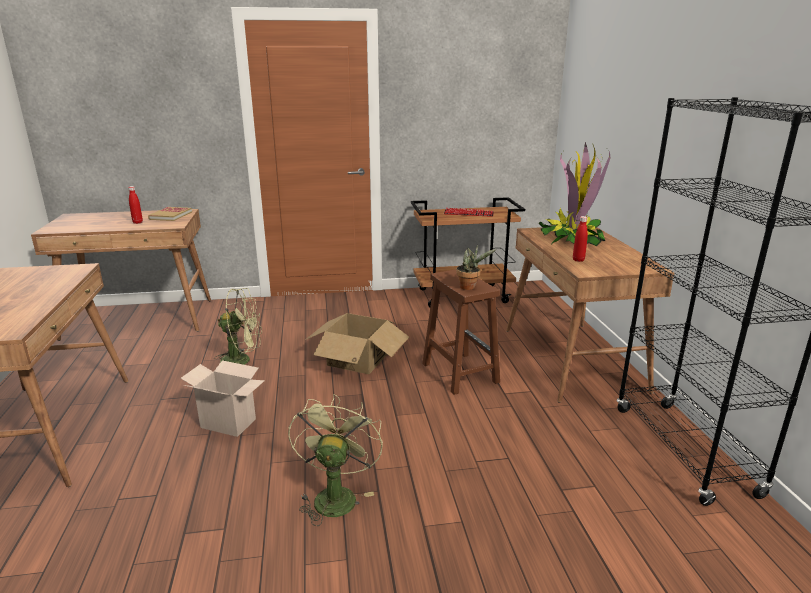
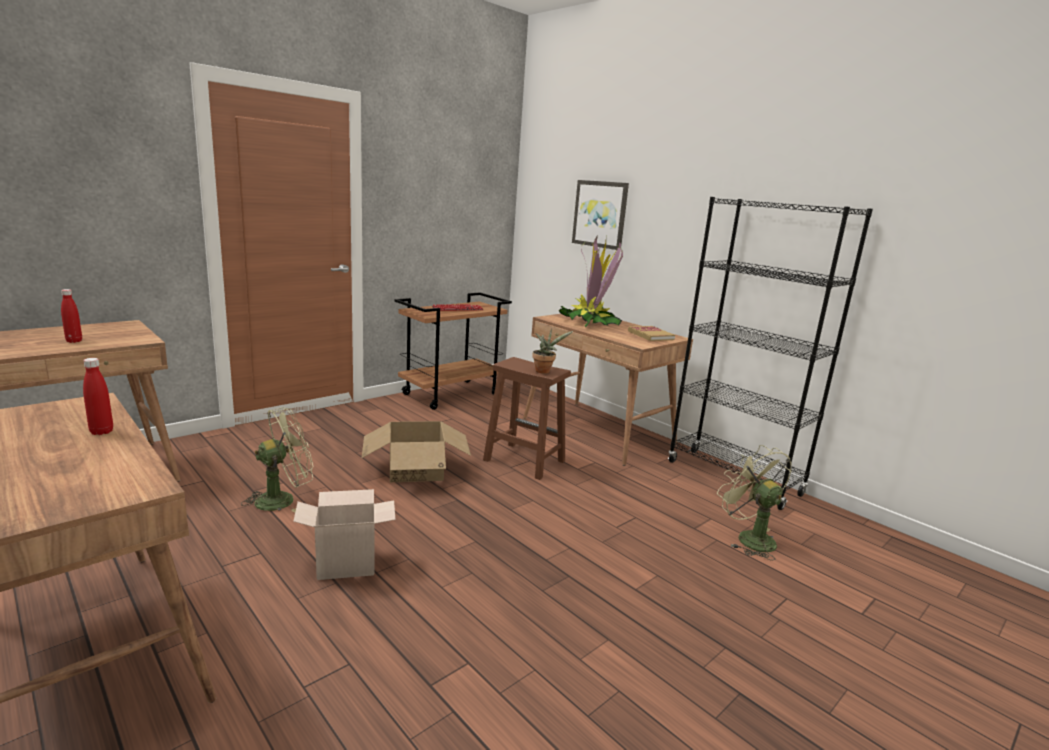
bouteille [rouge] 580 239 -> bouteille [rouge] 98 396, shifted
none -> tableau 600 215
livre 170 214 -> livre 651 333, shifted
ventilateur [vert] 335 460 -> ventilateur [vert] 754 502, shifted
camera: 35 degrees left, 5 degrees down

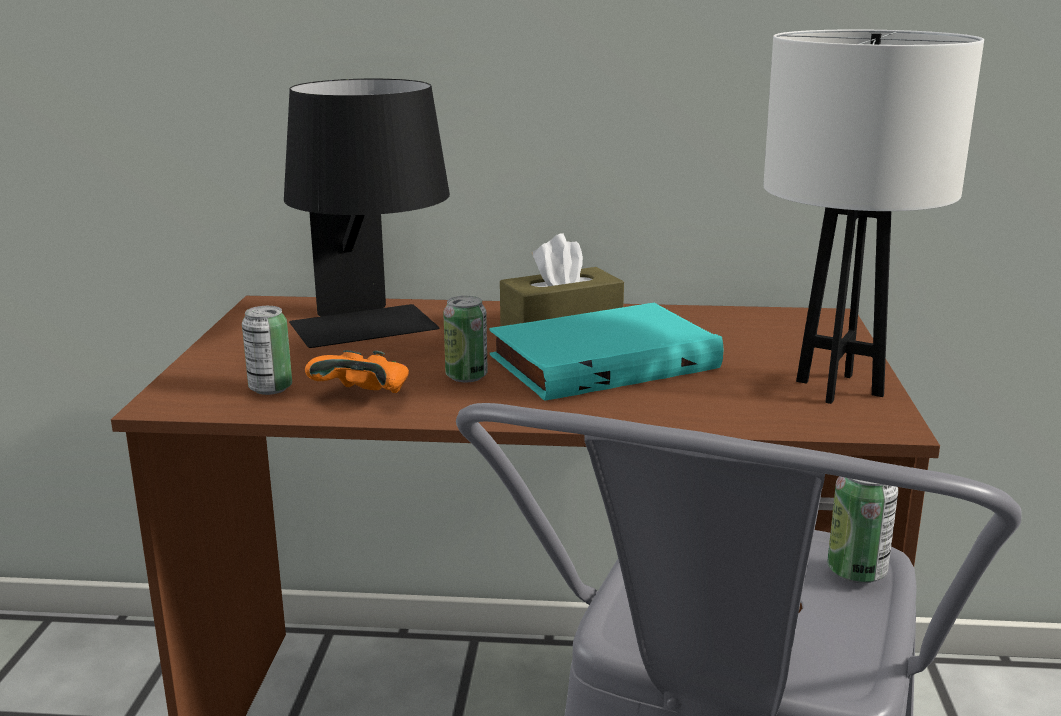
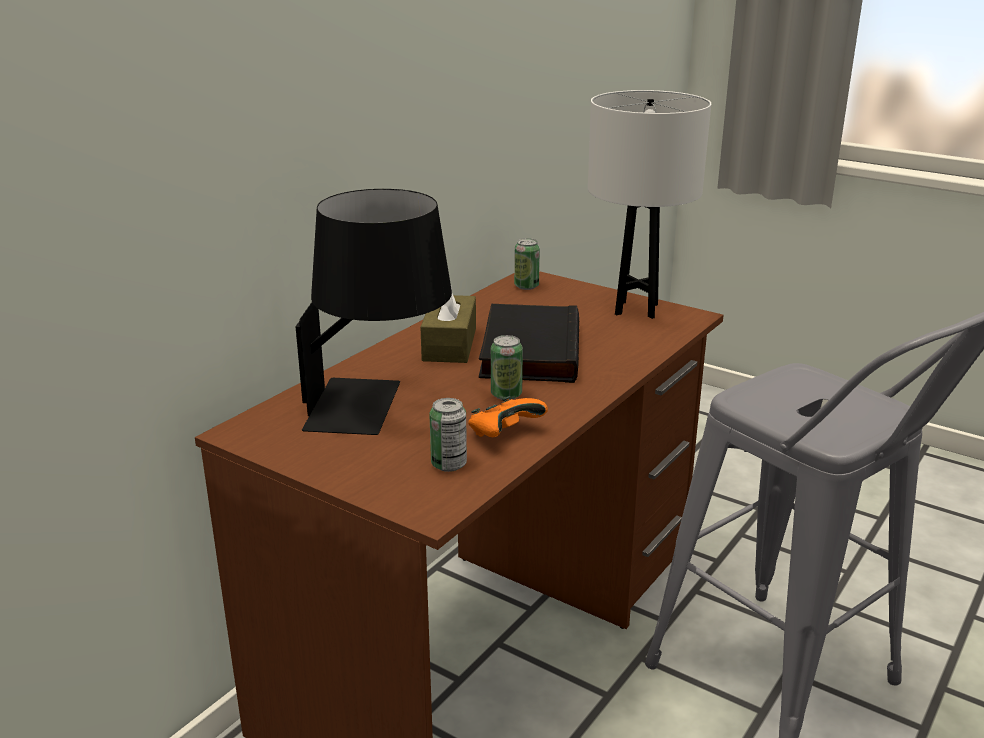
livre [turquoise] 606 352 -> livre [noir] 529 343
boîte métallique 862 530 -> boîte métallique 527 264, shifted
camera: 60 degrees left, 5 degrees up

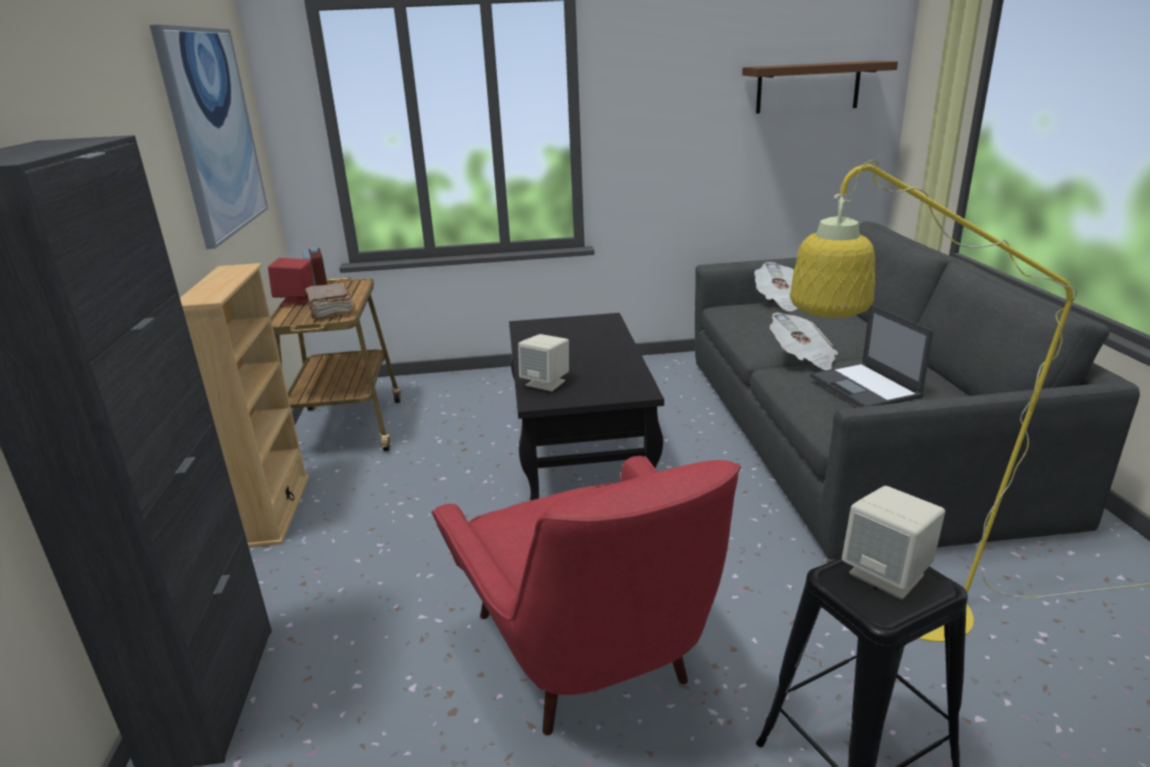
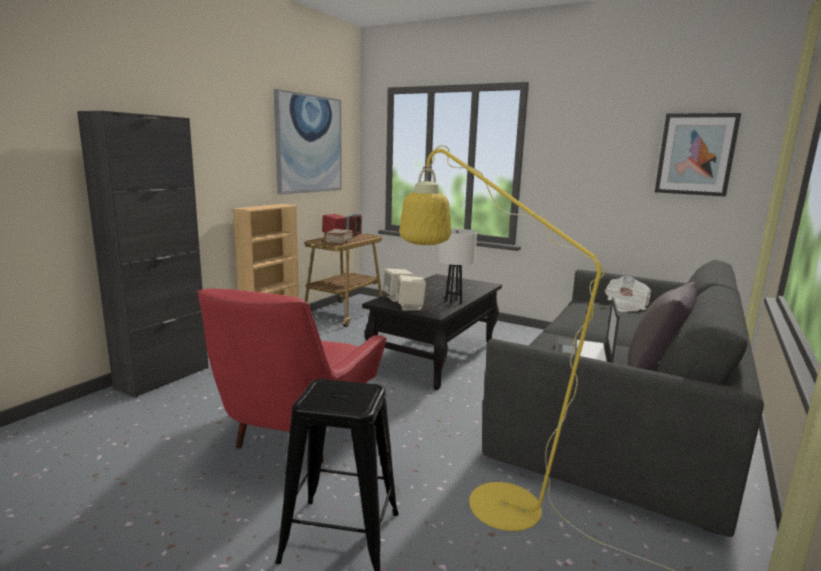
enceinte [beige] 893 542 -> enceinte [beige] 411 293, shifted
none -> lampe de table [blanc] 457 266
none -> coussin [gris] 663 325
étagère [marron] 820 87 -> tableau 698 154
journal 804 341 -> none
camera: 35 degrees right, 10 degrees down

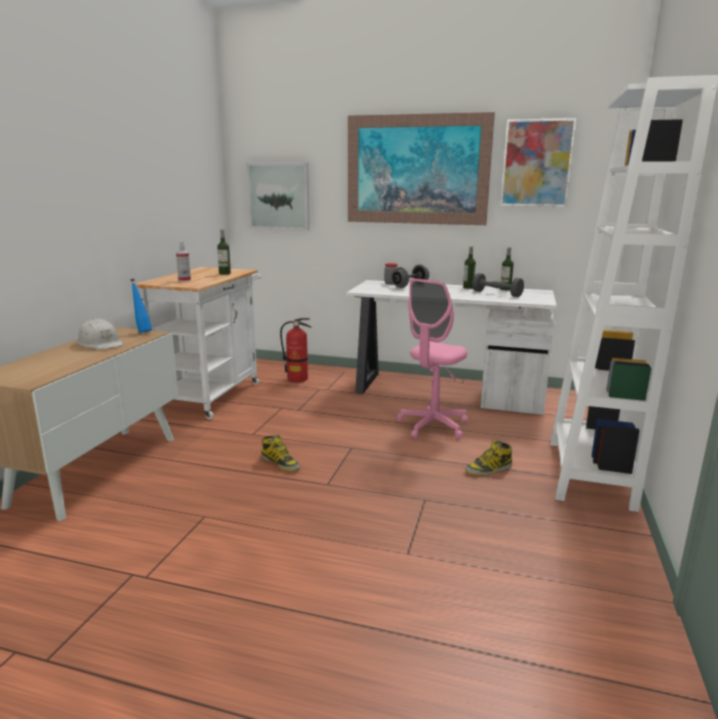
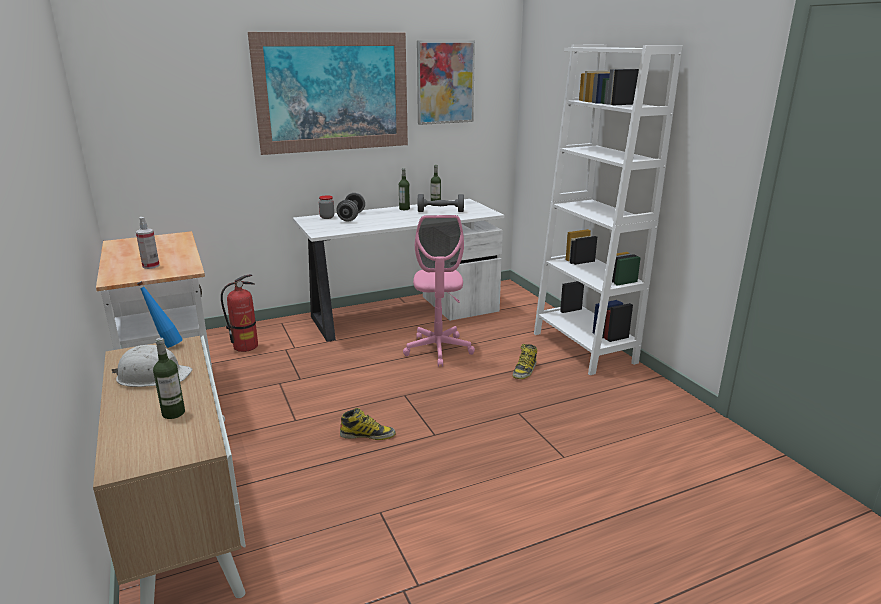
bouteille 224 252 -> bouteille 169 378, shifted
tableau 278 197 -> none
camera: 40 degrees left, 5 degrees up

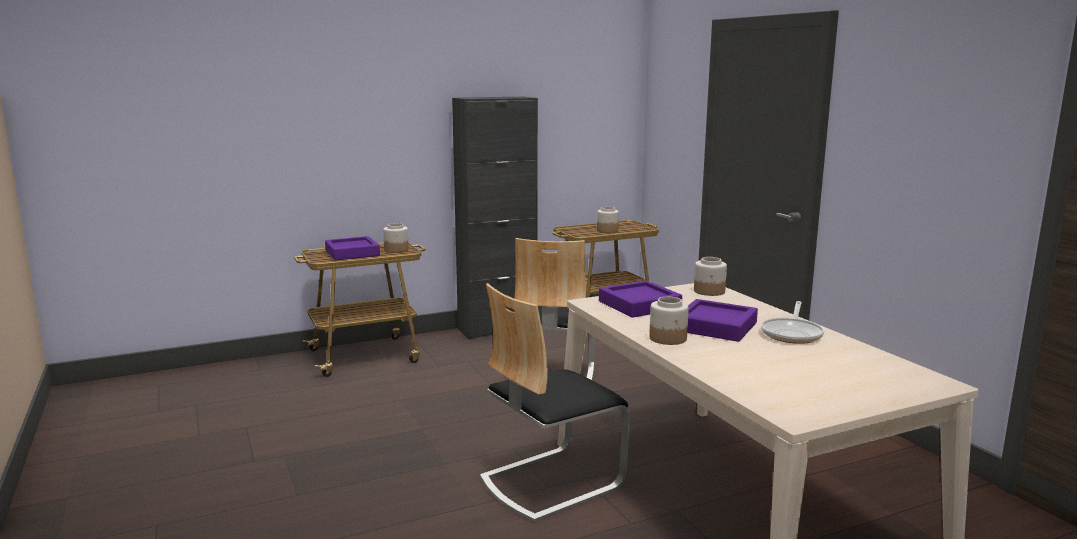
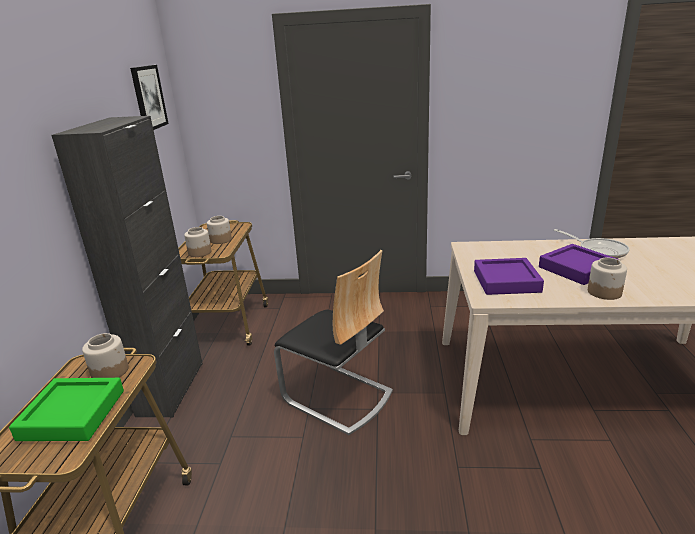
plateau [violet] 352 248 -> plateau [vert] 66 409
none -> tableau 149 97
bocal 710 276 -> bocal 197 242, shifted
chaise 555 402 -> none
camera: 60 degrees left, 10 degrees up

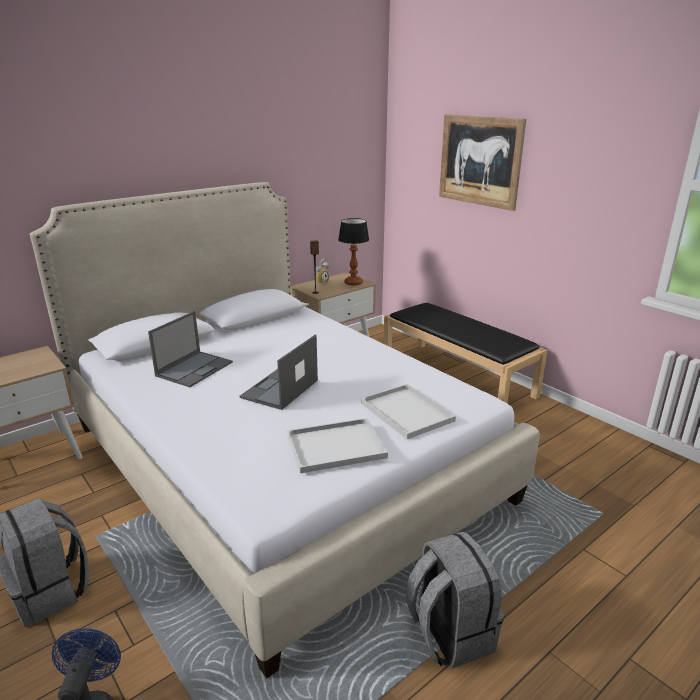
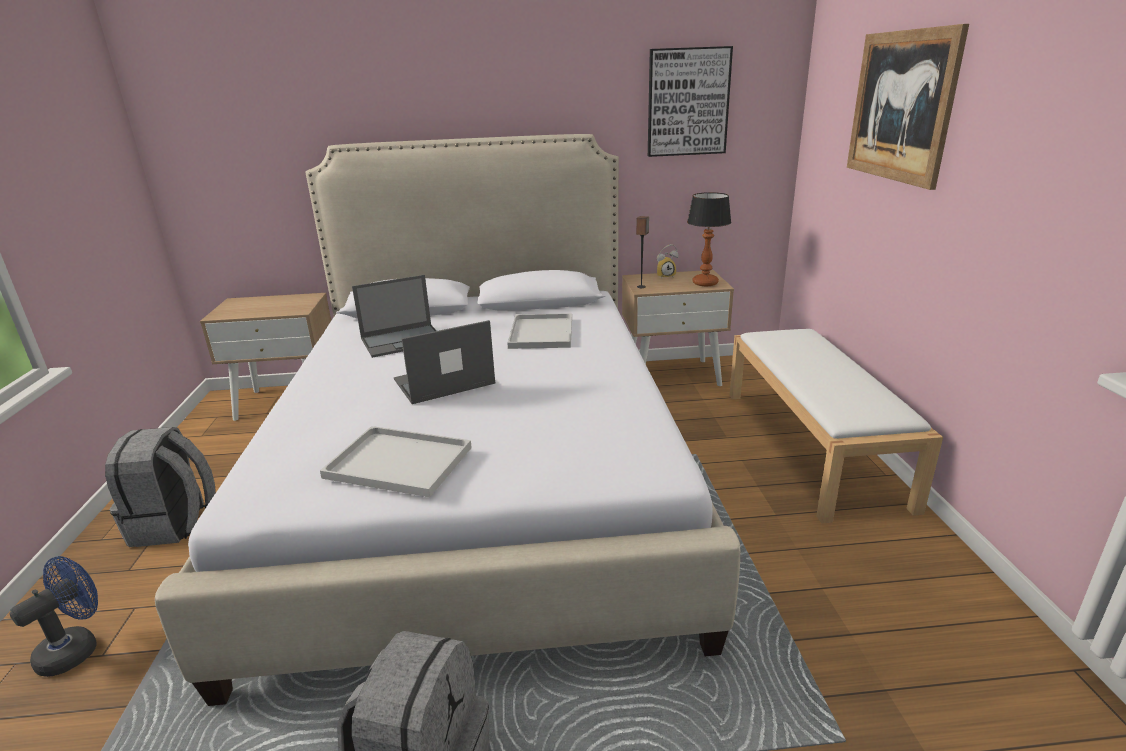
plateau [blanc] 408 411 -> plateau [blanc] 539 331, shifted
none -> tableau 690 101
banc [noir] 465 353 -> banc [blanc] 836 426
camera: 35 degrees right, 0 degrees up

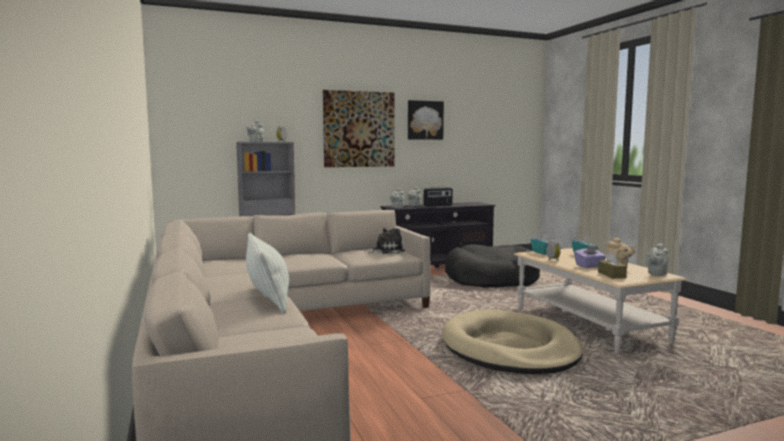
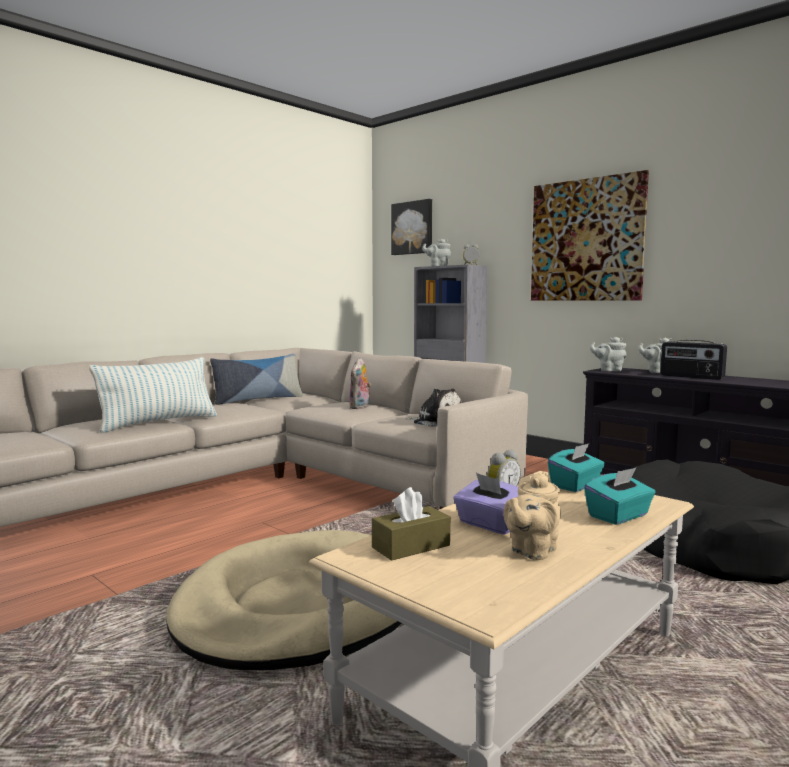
none -> coussin 256 379
none -> peluche 360 383
tableau 426 120 -> tableau 411 227, shifted
théière [gris] 657 260 -> none
camera: 65 degrees right, 0 degrees up

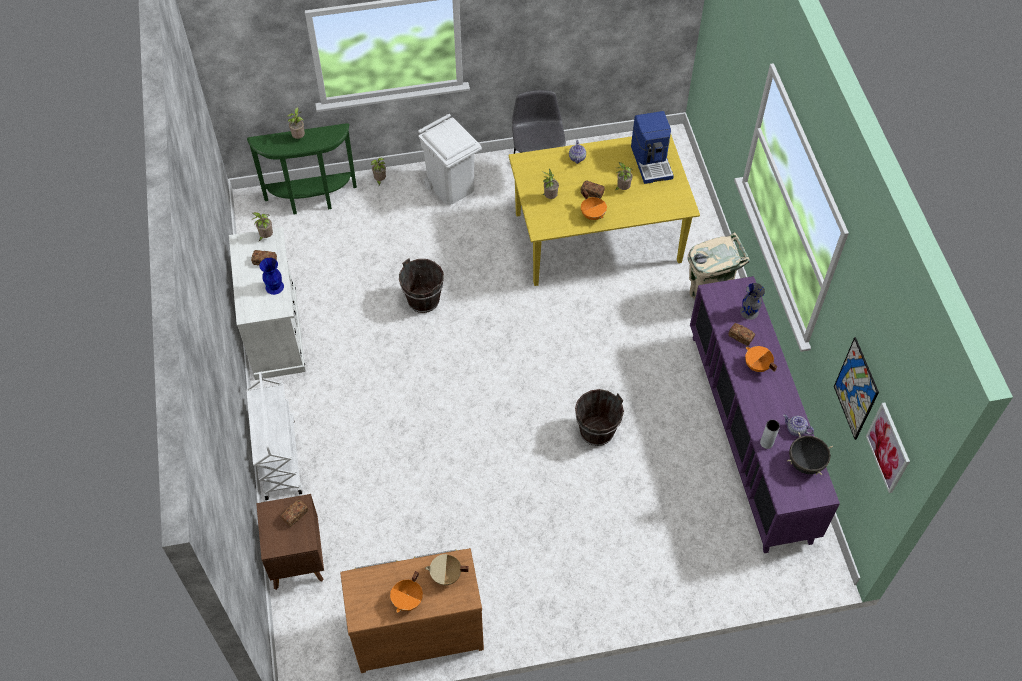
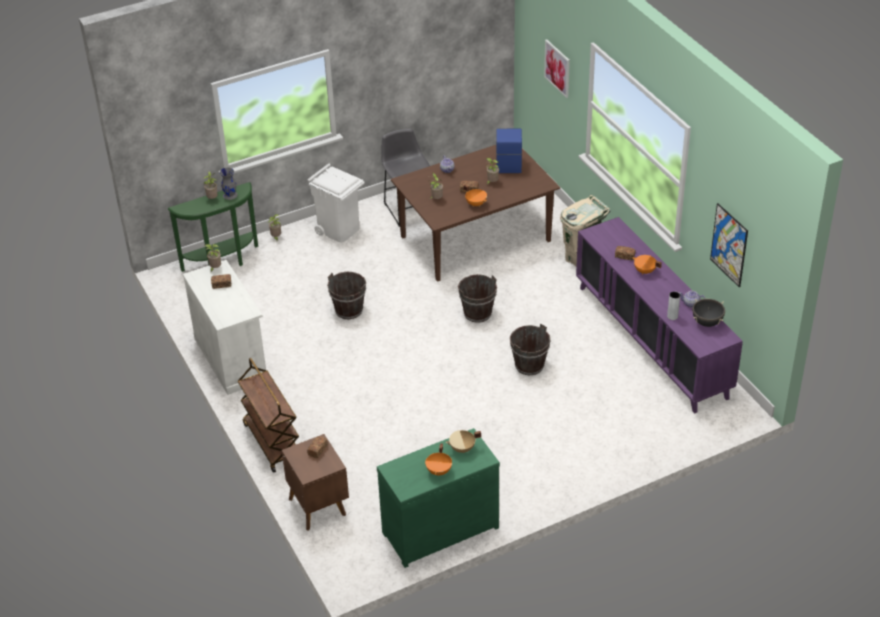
vase [gris] 752 301 -> vase [gris] 229 184, shifted
chariot [blanc] 274 436 -> chariot [marron] 268 415
commode [marron] 412 610 -> commode [vert] 438 498
table à manger [jaune] 604 210 -> table à manger [marron] 475 213
none -> seau [marron] 477 298
machine à café 652 147 -> machine à café 509 151, 150 degrees counterclockwise
tableau 888 448 -> tableau 557 69, shifted
vase [bleu] 271 276 -> none
camera: 15 degrees left, 15 degrees down

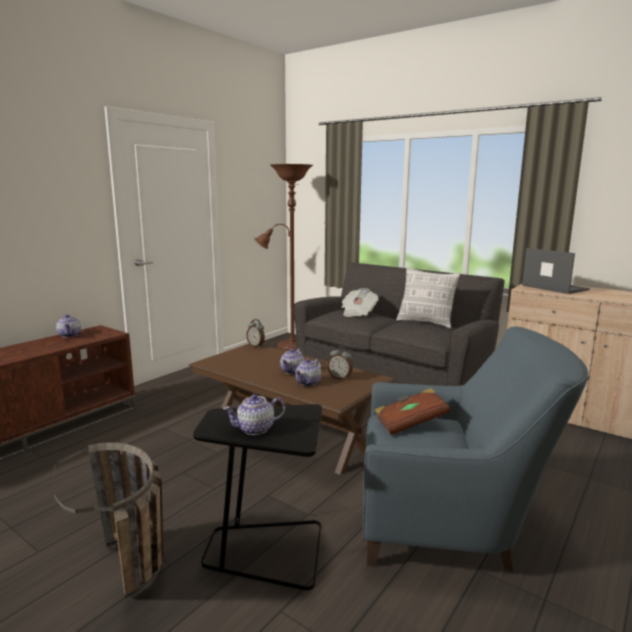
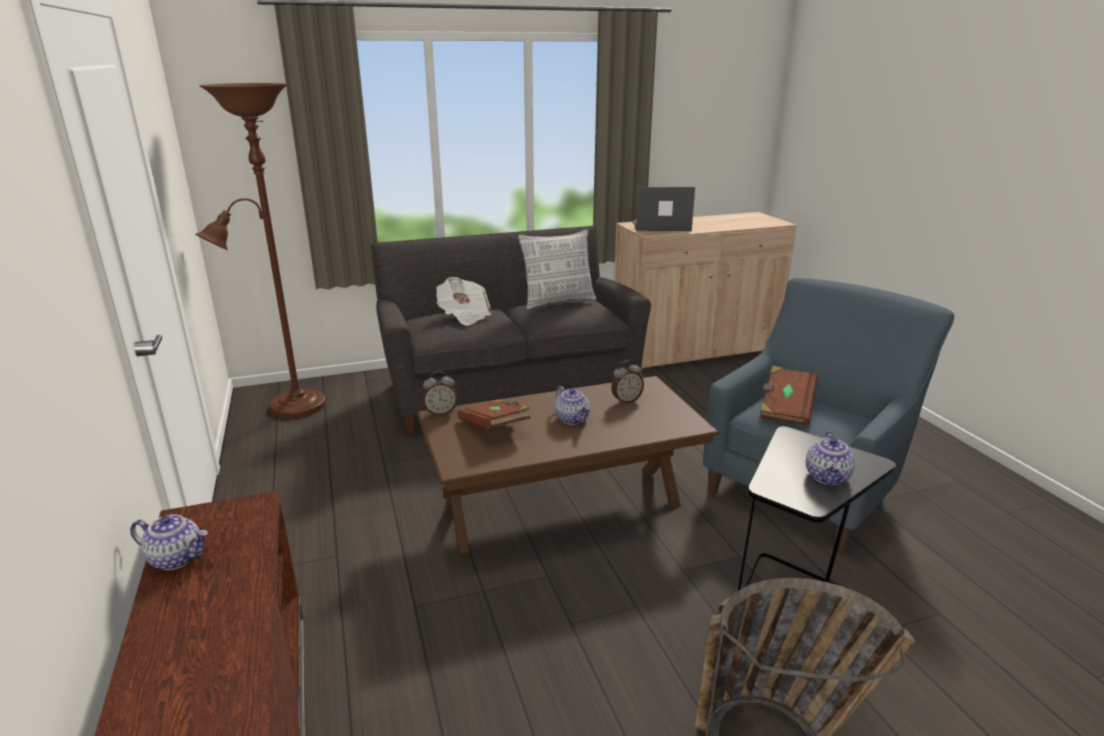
none -> livre [marron] 494 414
théière 308 372 -> none
camera: 55 degrees left, 10 degrees up

